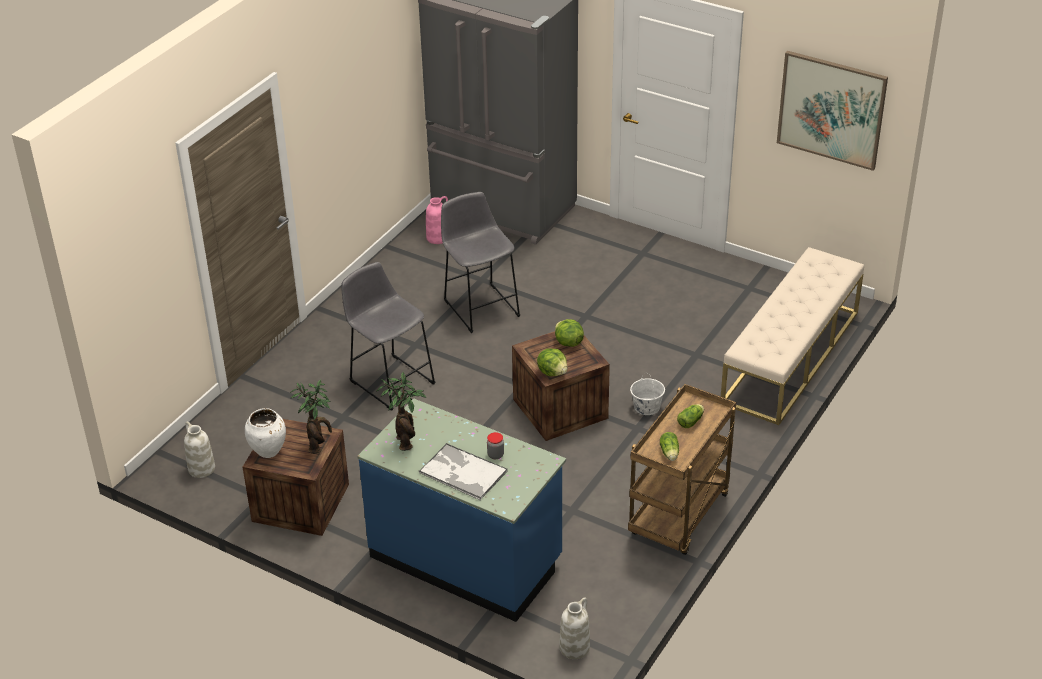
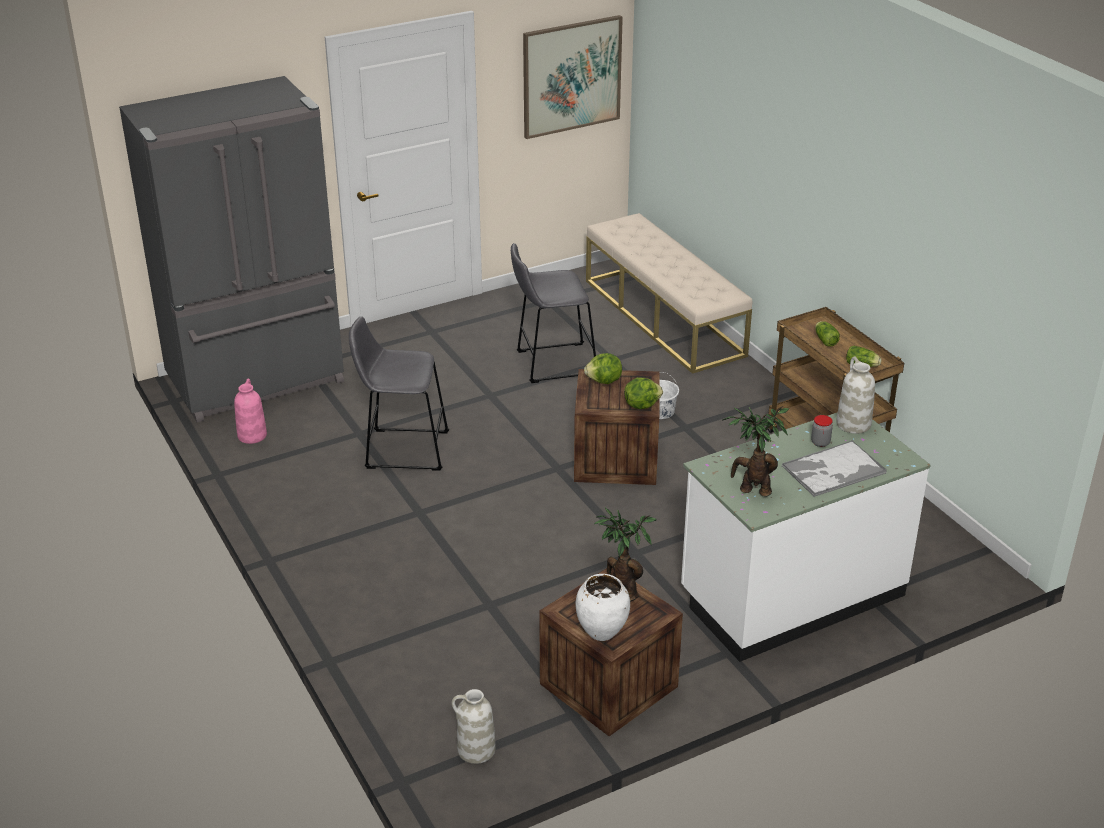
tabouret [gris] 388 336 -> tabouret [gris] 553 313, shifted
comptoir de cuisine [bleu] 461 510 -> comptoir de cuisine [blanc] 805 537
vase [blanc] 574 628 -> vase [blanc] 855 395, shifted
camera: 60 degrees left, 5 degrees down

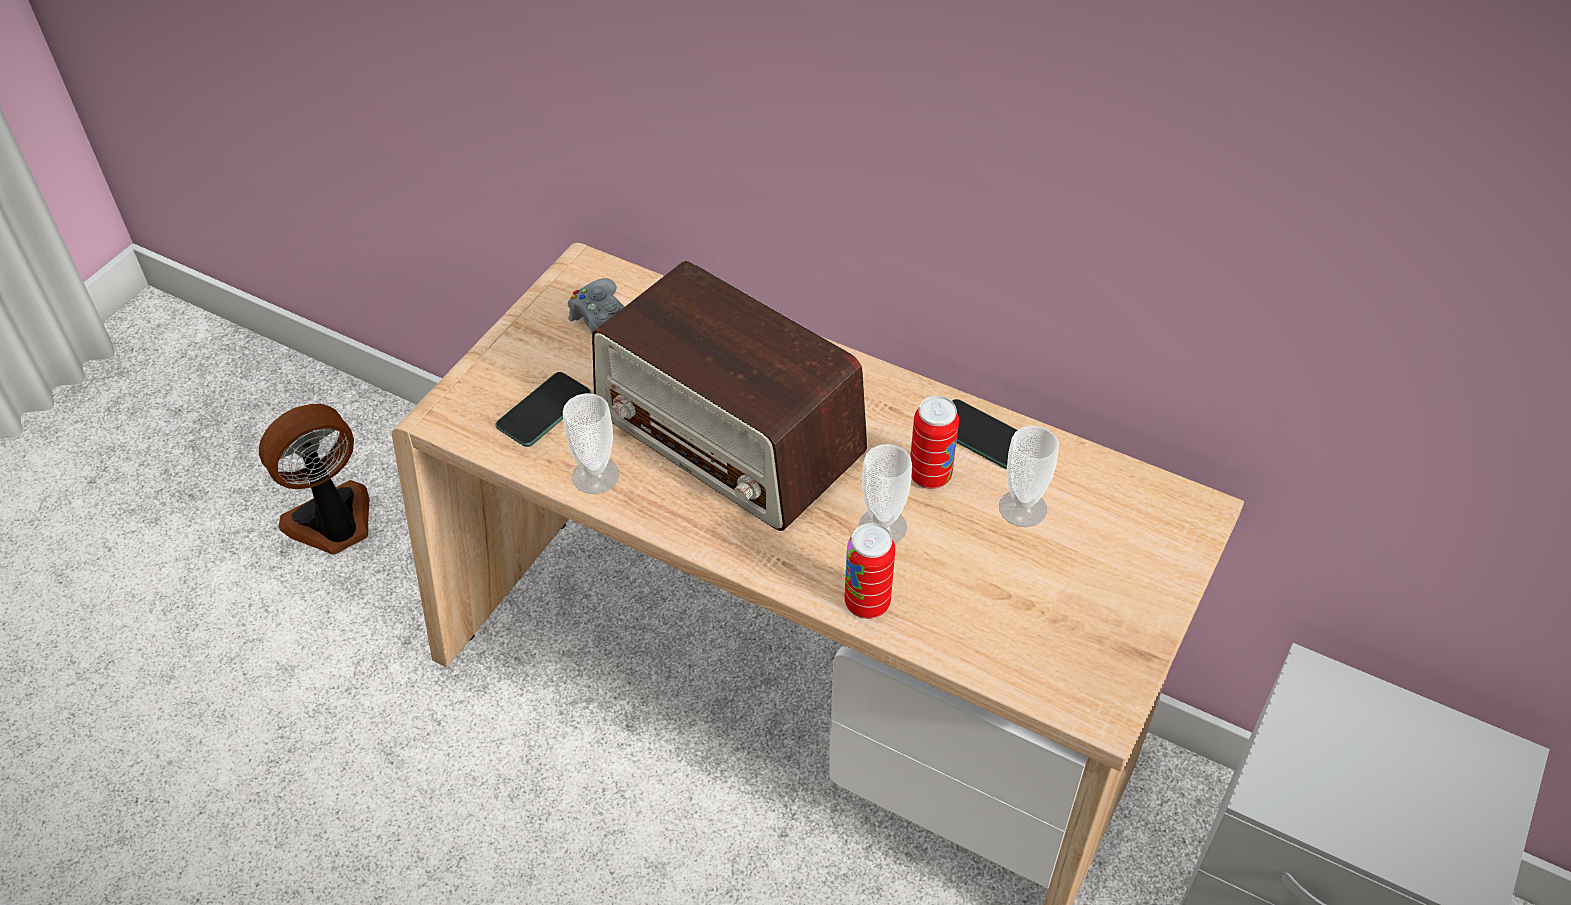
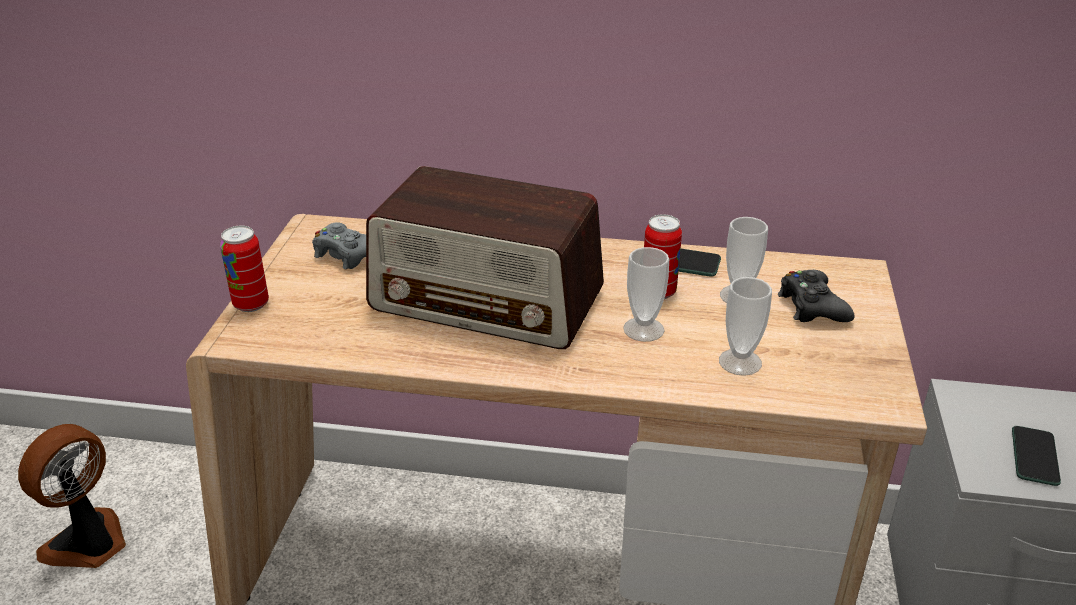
boîte métallique 869 571 -> boîte métallique 244 269, shifted
tasse 591 443 -> tasse 745 326, shifted
none -> manette [noir] 816 296
téléphone 543 409 -> téléphone 1036 456, shifted
camera: 20 degrees left, 15 degrees down

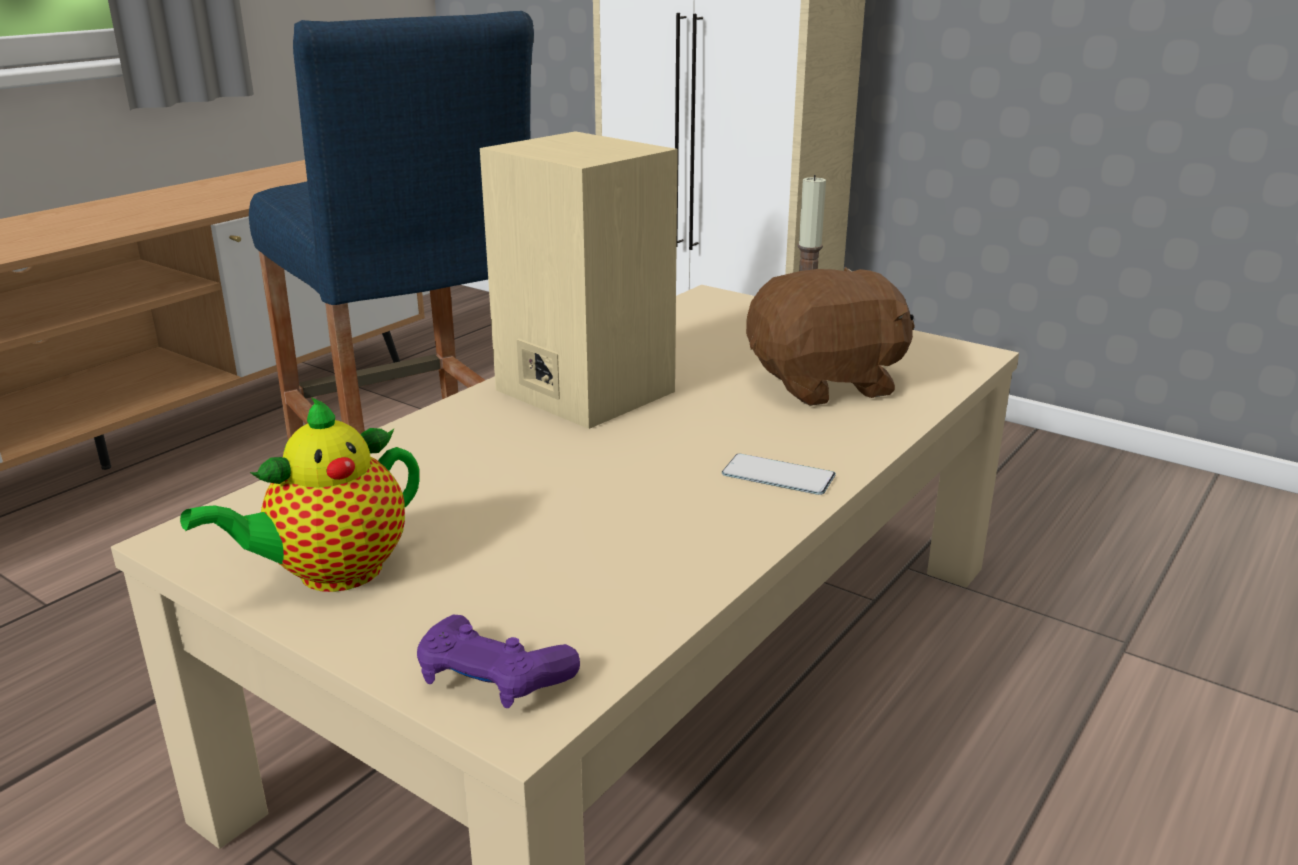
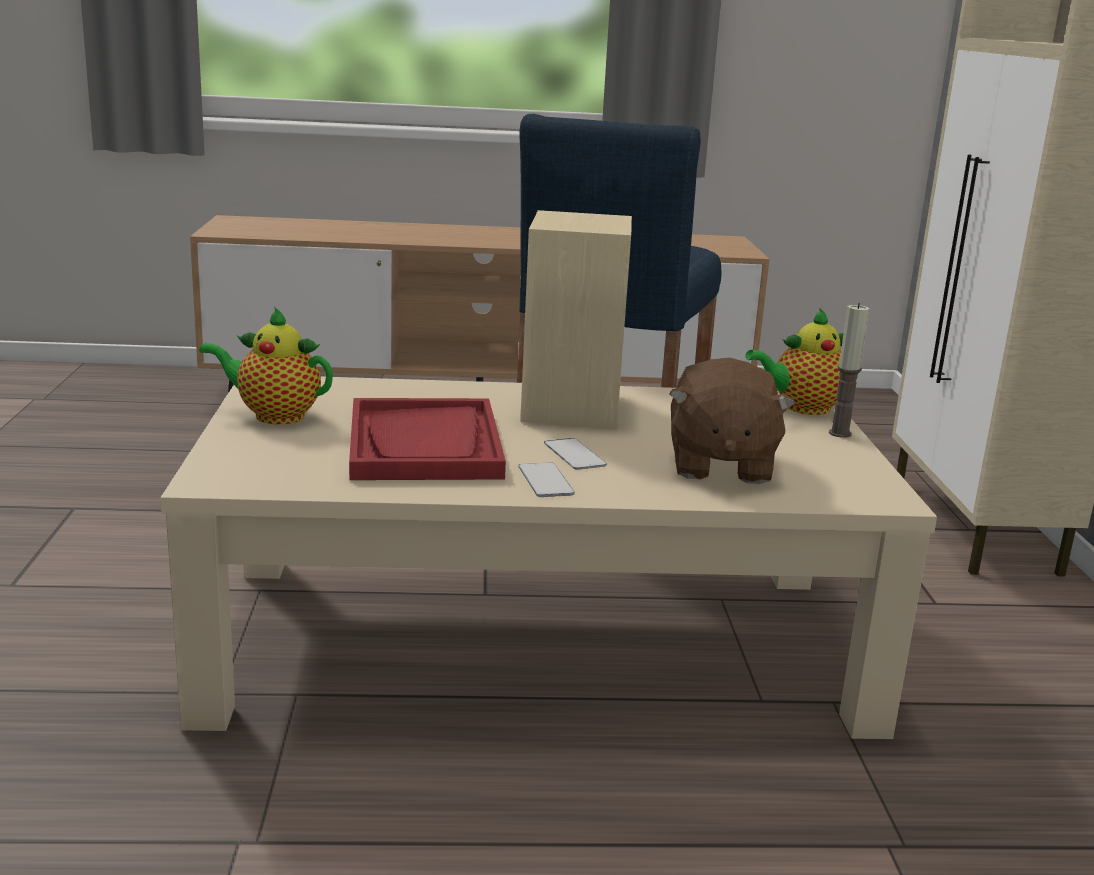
none -> plateau [rouge] 427 439
none -> téléphone 575 454
peluche [marron] 830 336 -> peluche [marron] 732 421, 60 degrees clockwise
none -> théière 794 361
manette [violet] 498 661 -> none
camera: 50 degrees right, 5 degrees down

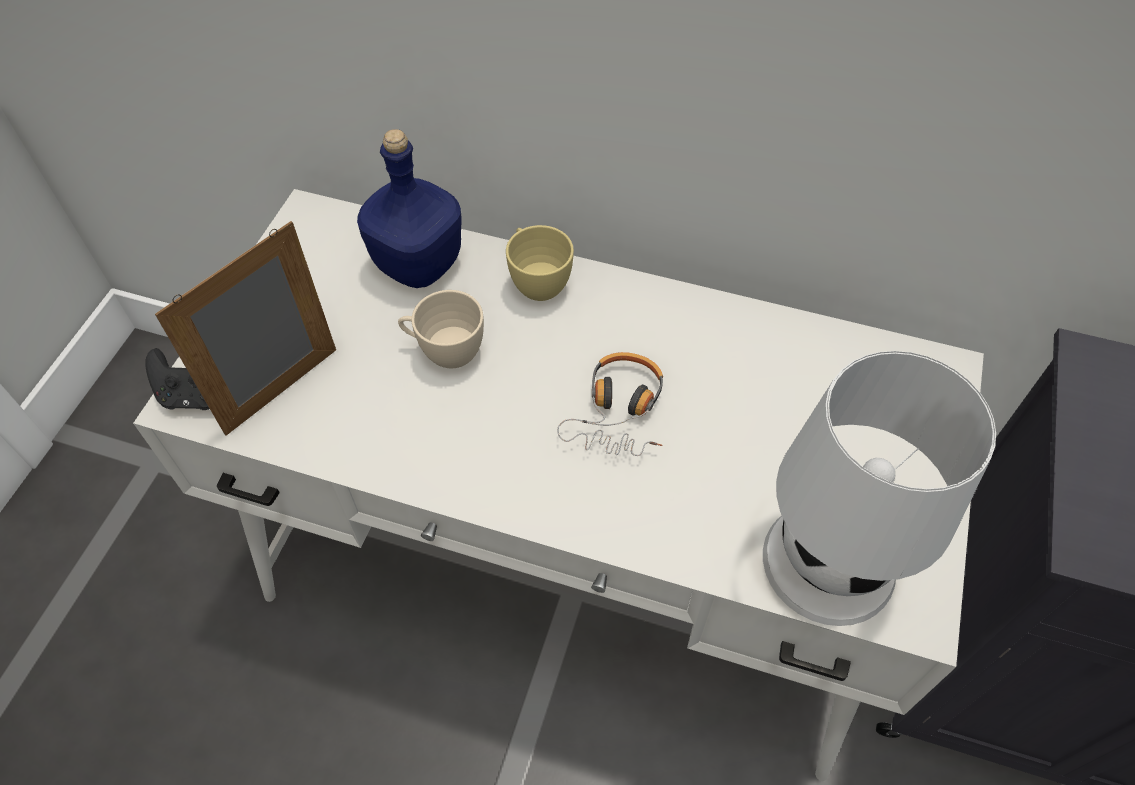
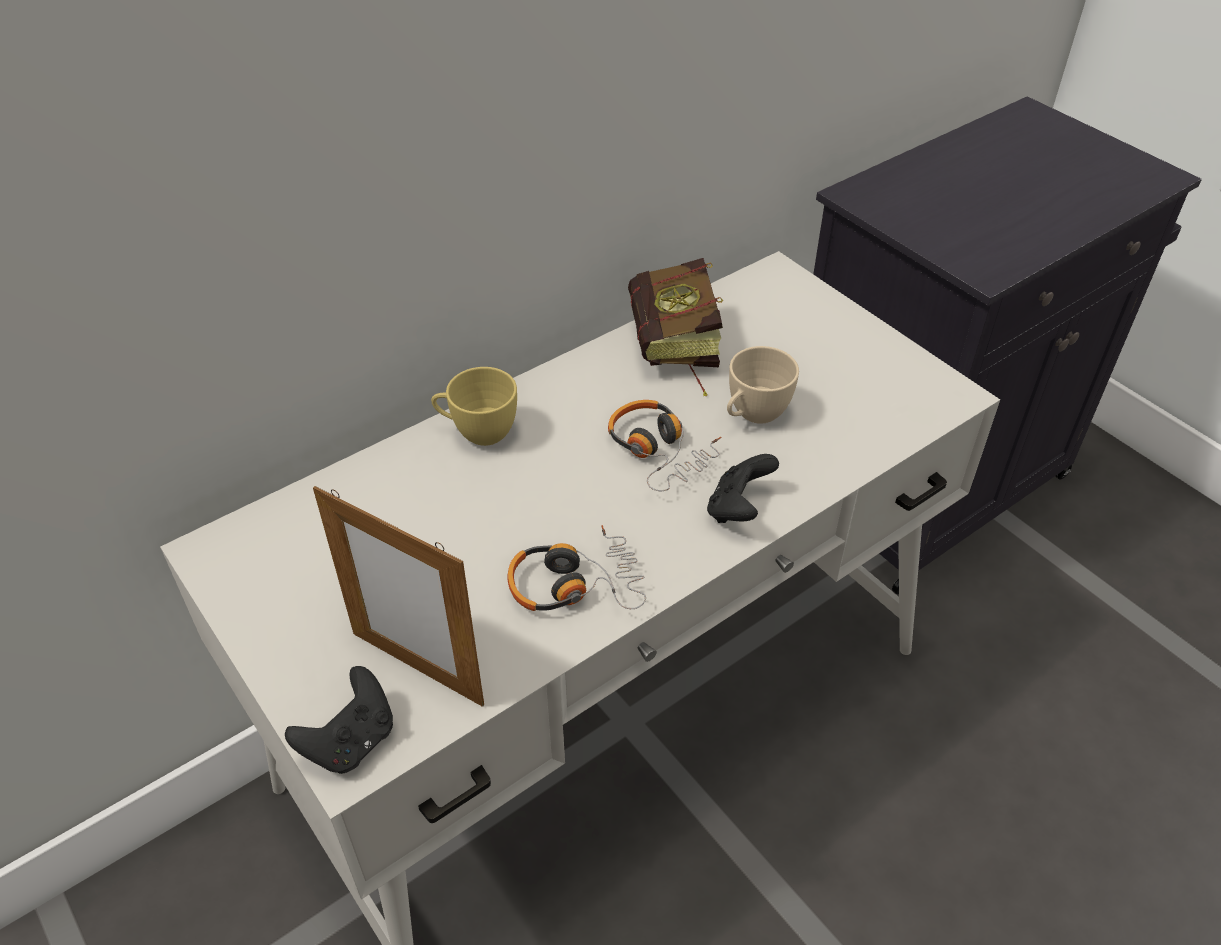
cadre photo 245 328 -> cadre photo 398 596, 45 degrees counterclockwise
none -> casque audio 576 568
none -> livre 675 327
none -> manette [noir] 743 488
tasse [beige] 441 329 -> tasse [beige] 763 385, shifted
bouteille [bleu] 409 208 -> none
lampe de table [blanc] 879 488 -> none
camera: 55 degrees left, 10 degrees down

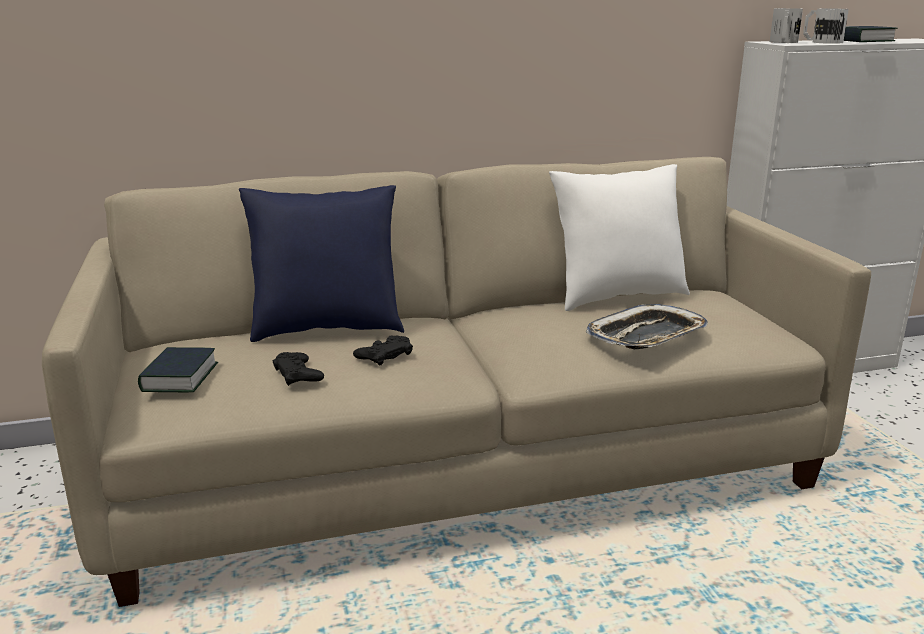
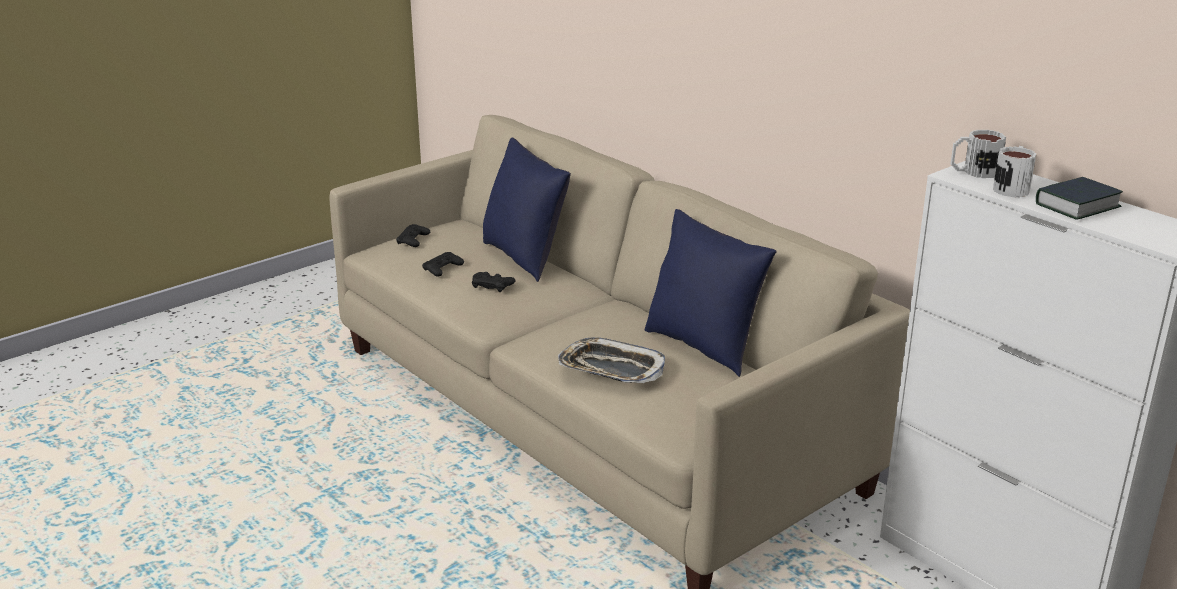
livre 178 369 -> manette [noir] 413 235
coussin [blanc] 619 237 -> coussin [bleu] 711 293
camera: 65 degrees right, 5 degrees up

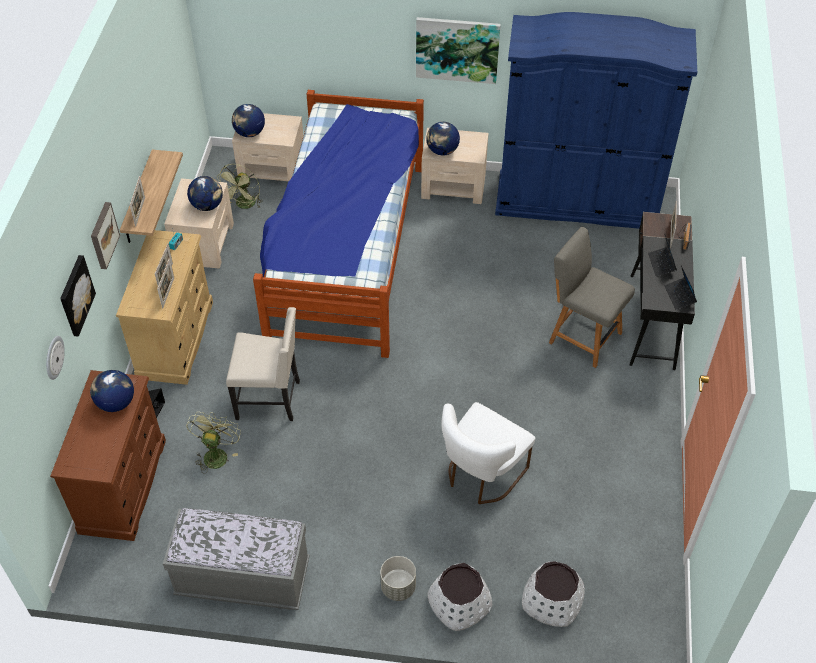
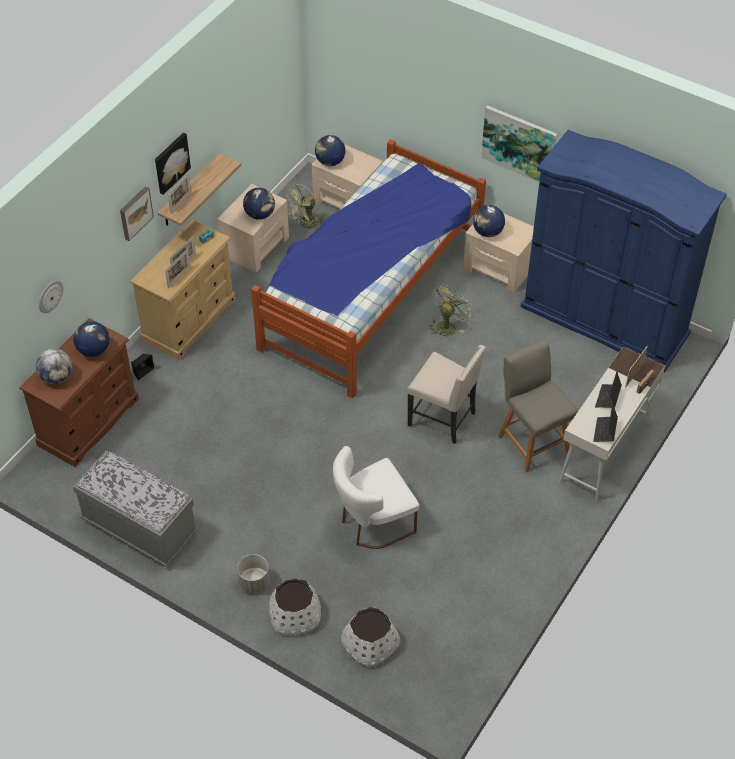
none -> globe 54 366
tableau 78 296 -> tableau 173 164, shifted
chaise [beige] 263 364 -> chaise [beige] 446 394, shifted
ventilateur [vert] 213 443 -> ventilateur [vert] 450 310, shifted
bureau [noir] 662 291 -> bureau [blanc] 612 424
camera: 25 degrees right, 0 degrees up

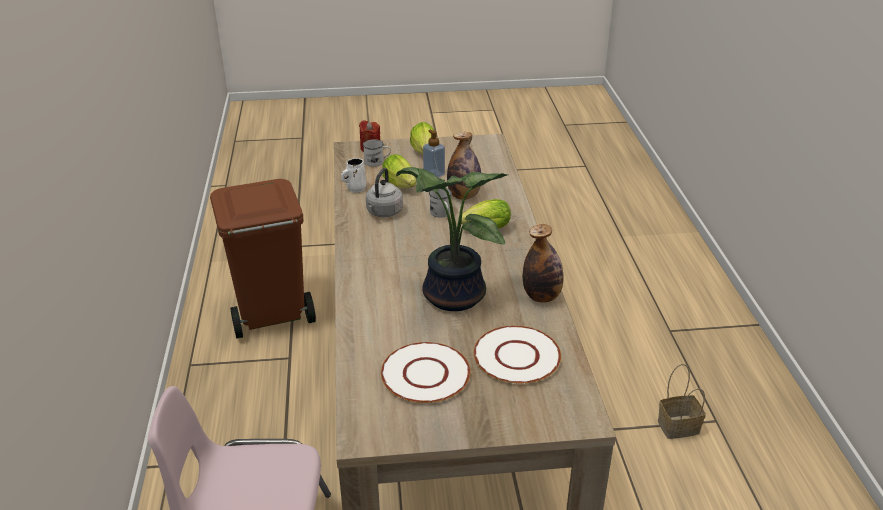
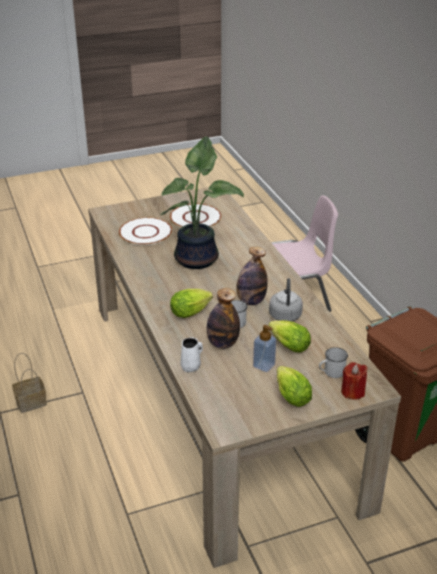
mug [blanc] 353 175 -> mug [blanc] 191 354, shifted
bouteille 543 263 -> bouteille 252 276, shifted
camera: 165 degrees right, 0 degrees up

